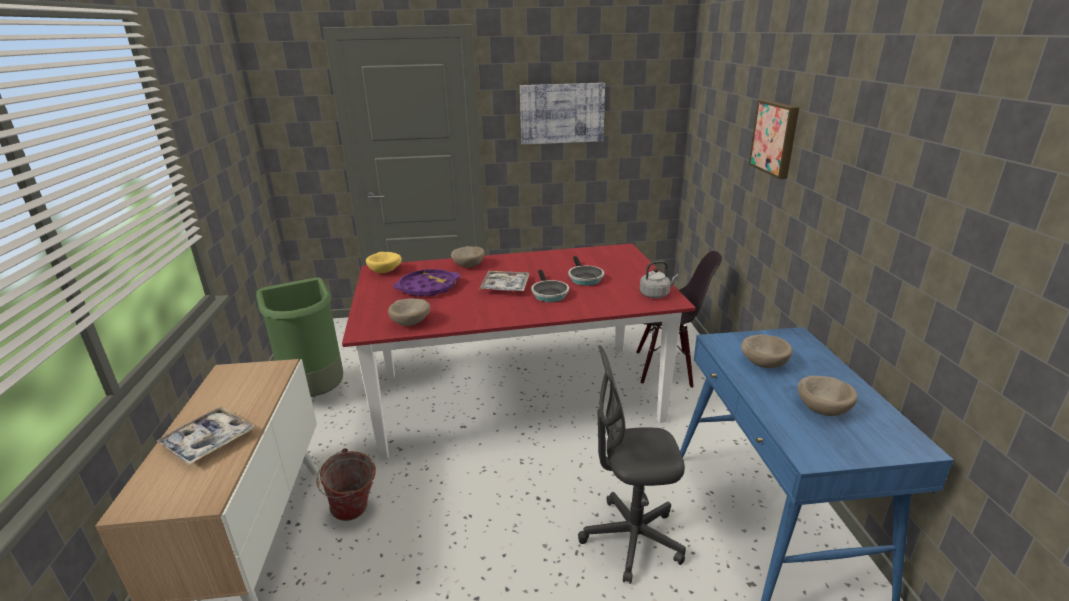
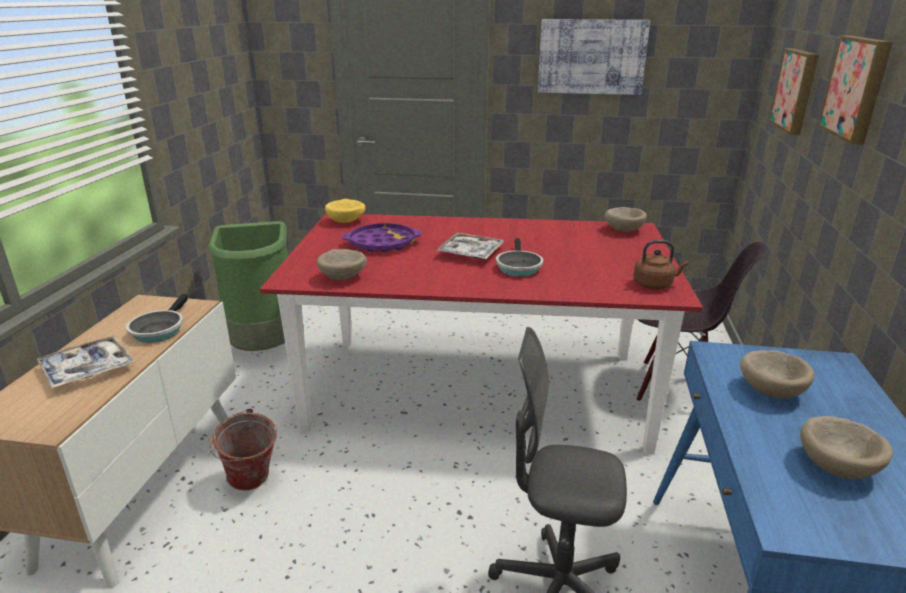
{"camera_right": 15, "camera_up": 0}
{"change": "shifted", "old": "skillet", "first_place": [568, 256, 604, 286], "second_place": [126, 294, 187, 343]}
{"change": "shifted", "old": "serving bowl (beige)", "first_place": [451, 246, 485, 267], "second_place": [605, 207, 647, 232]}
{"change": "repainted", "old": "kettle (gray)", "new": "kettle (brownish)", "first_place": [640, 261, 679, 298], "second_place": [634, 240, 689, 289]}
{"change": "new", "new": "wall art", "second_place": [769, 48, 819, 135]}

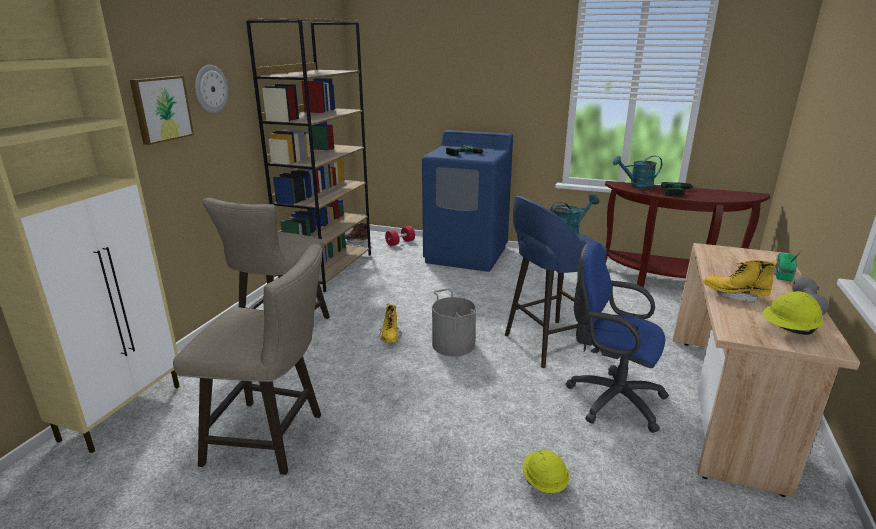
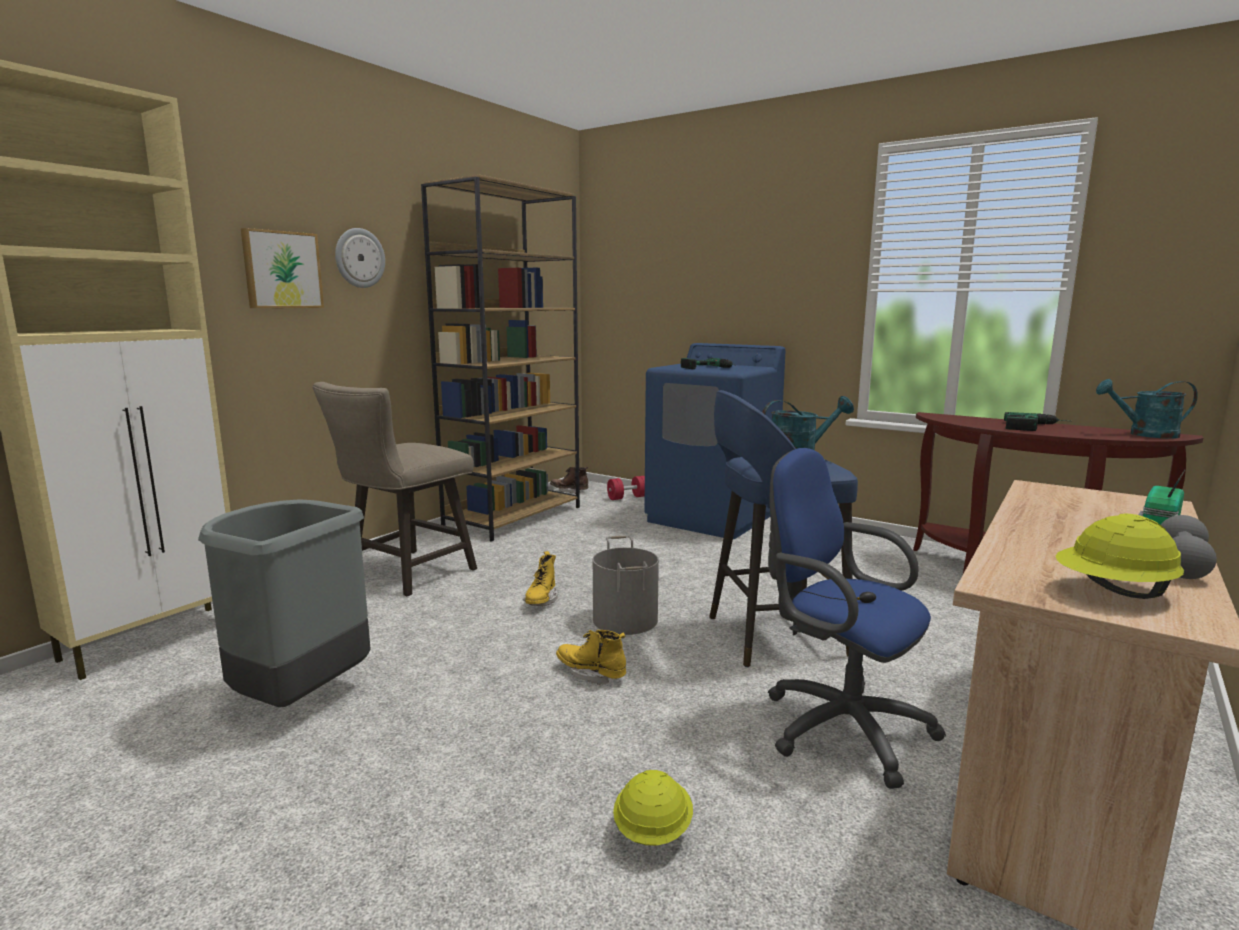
{"camera_right": 15, "camera_up": -10}
{"change": "swapped", "old": "stool (beige)", "new": "trash can (gray)", "first_place": [173, 244, 322, 475], "second_place": [198, 499, 371, 707]}
{"change": "shifted", "old": "high-top boot (yellow-coloured)", "first_place": [703, 260, 778, 303], "second_place": [556, 630, 626, 686]}
{"change": "shifted", "old": "watering pot (turquoise-coloured)", "first_place": [613, 156, 662, 189], "second_place": [1096, 379, 1198, 439]}

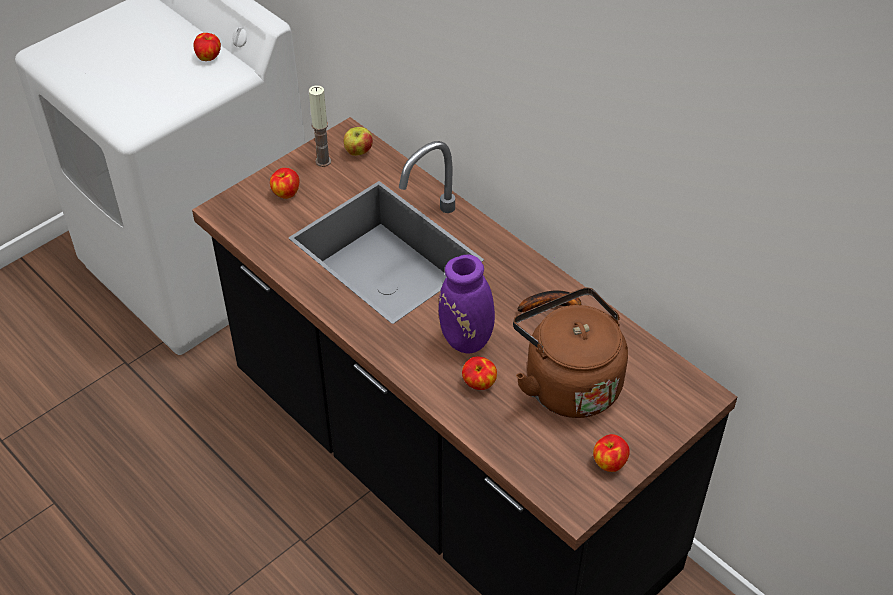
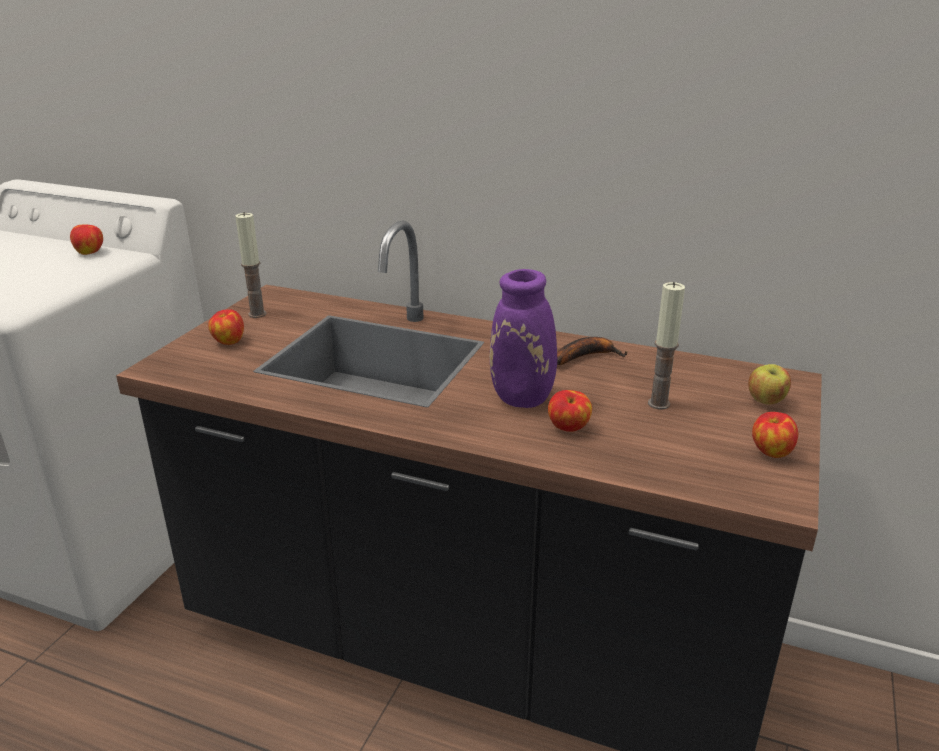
{"camera_right": -25, "camera_up": -20}
{"change": "swapped", "old": "kettle (brownish)", "new": "wax light", "first_place": [513, 288, 628, 418], "second_place": [648, 282, 685, 410]}
{"change": "shifted", "old": "apple", "first_place": [344, 127, 373, 156], "second_place": [748, 364, 791, 405]}

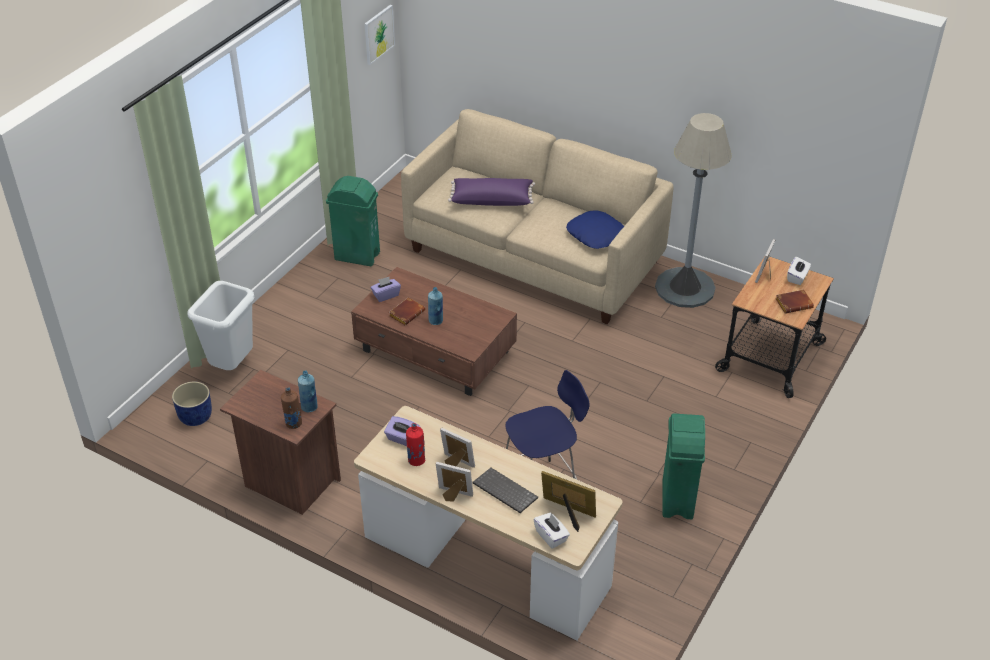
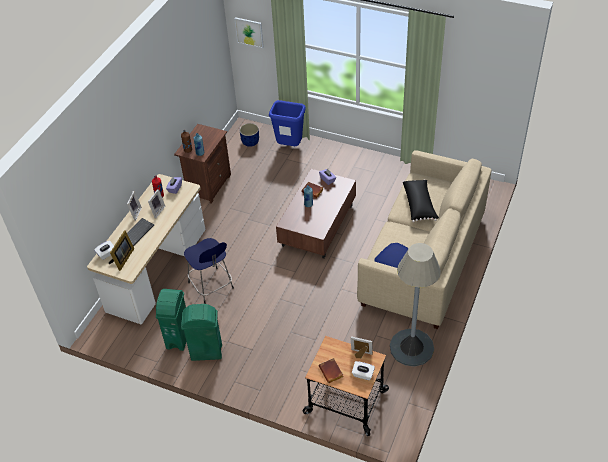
{"camera_right": 85, "camera_up": 5}
{"change": "shifted", "old": "trash can (green)", "first_place": [326, 176, 380, 266], "second_place": [156, 289, 186, 351]}
{"change": "shifted", "old": "wall art", "first_place": [365, 5, 395, 65], "second_place": [234, 17, 264, 48]}
{"change": "repainted", "old": "trash can (white)", "new": "trash can (blue-coloured)", "first_place": [187, 281, 255, 370], "second_place": [269, 100, 306, 146]}
{"change": "repainted", "old": "pillow (purple-coloured)", "new": "pillow (blackish)", "first_place": [448, 178, 535, 206], "second_place": [403, 179, 439, 222]}

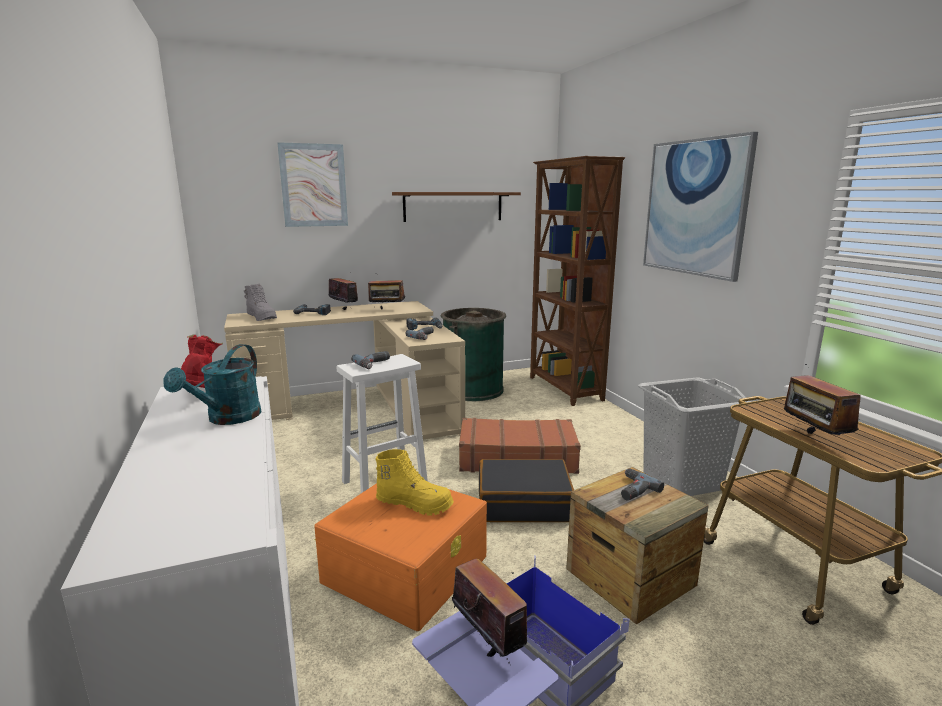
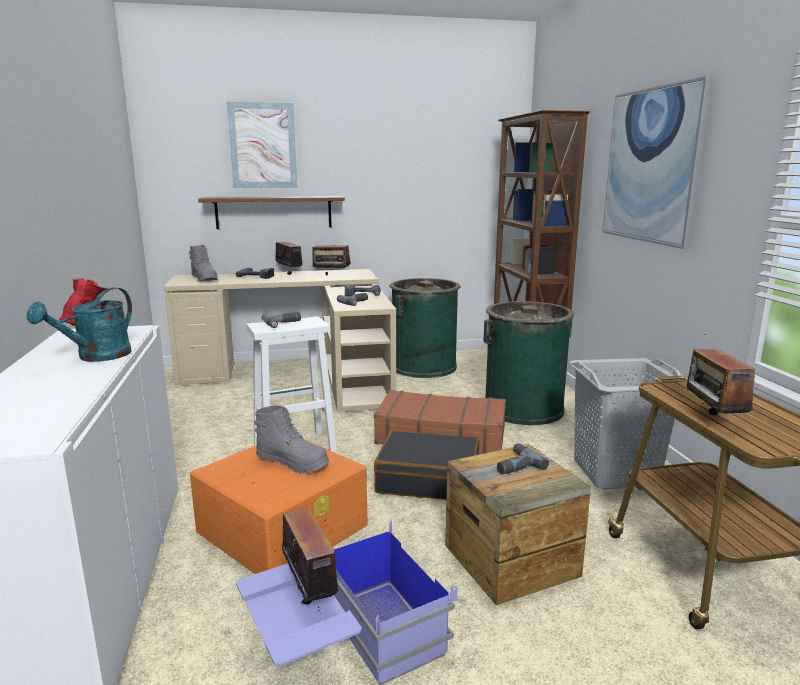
{"camera_right": 10, "camera_up": 0}
{"change": "shifted", "old": "bracket shelf (brownish)", "first_place": [392, 192, 521, 222], "second_place": [198, 196, 345, 229]}
{"change": "repainted", "old": "high-top boot (yellow-coloured)", "new": "high-top boot (gray)", "first_place": [376, 449, 454, 516], "second_place": [254, 406, 329, 474]}
{"change": "new", "new": "trash can (green)", "second_place": [483, 301, 574, 425]}

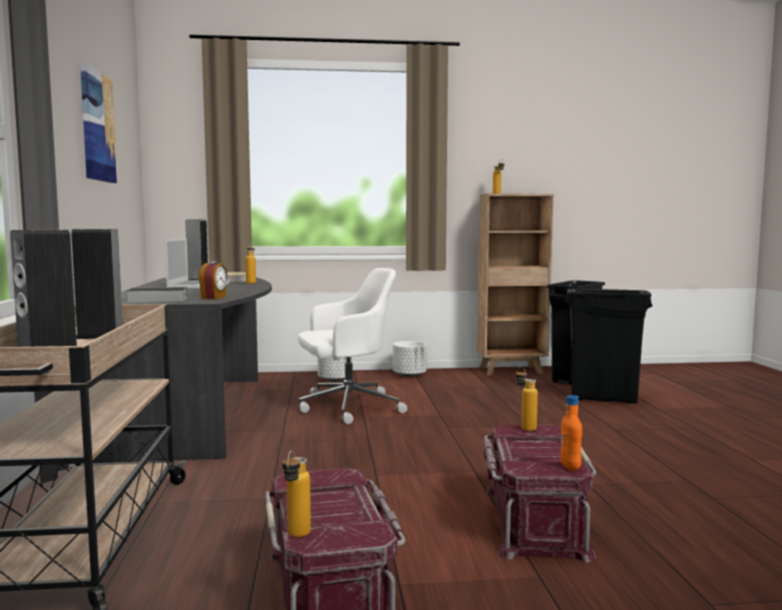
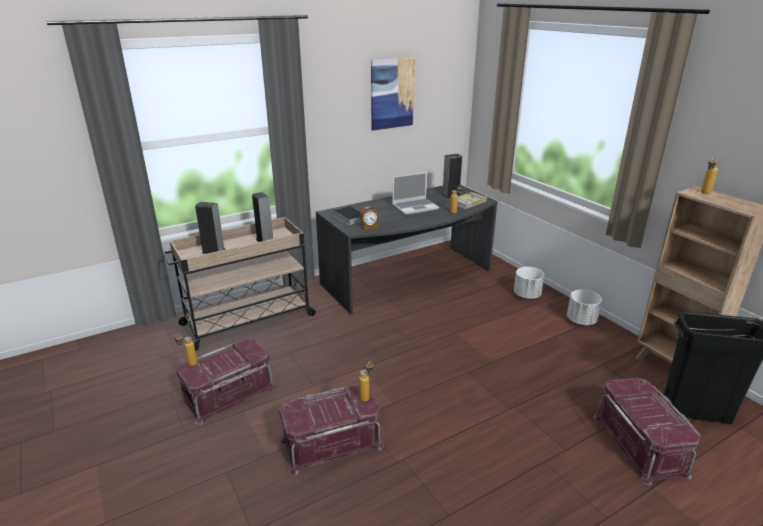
{"camera_right": 65, "camera_up": 20}
{"change": "swapped", "old": "trash can (blackish)", "new": "storage container (reddish)", "first_place": [566, 289, 653, 404], "second_place": [593, 377, 700, 486]}
{"change": "gone", "old": "desk chair (white)", "first_place": [298, 268, 407, 424]}
{"change": "gone", "old": "bottle (orangey)", "first_place": [560, 395, 582, 471]}

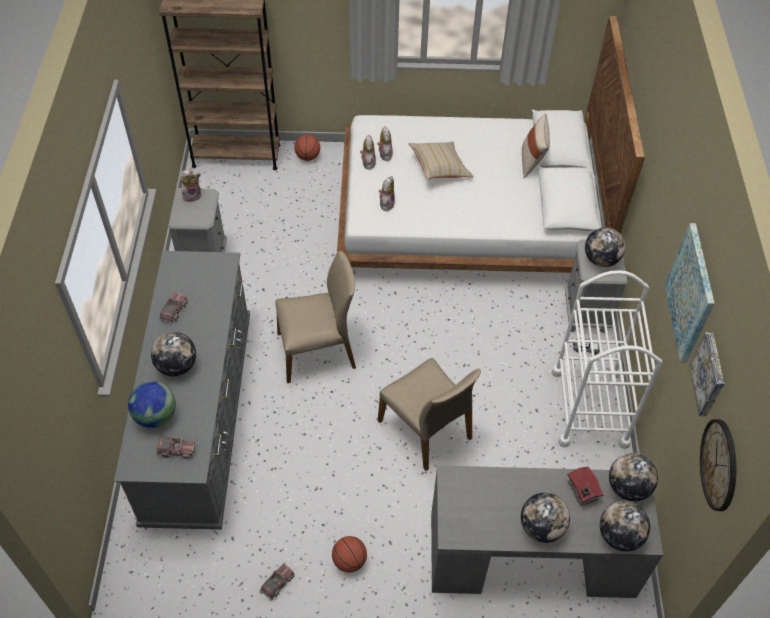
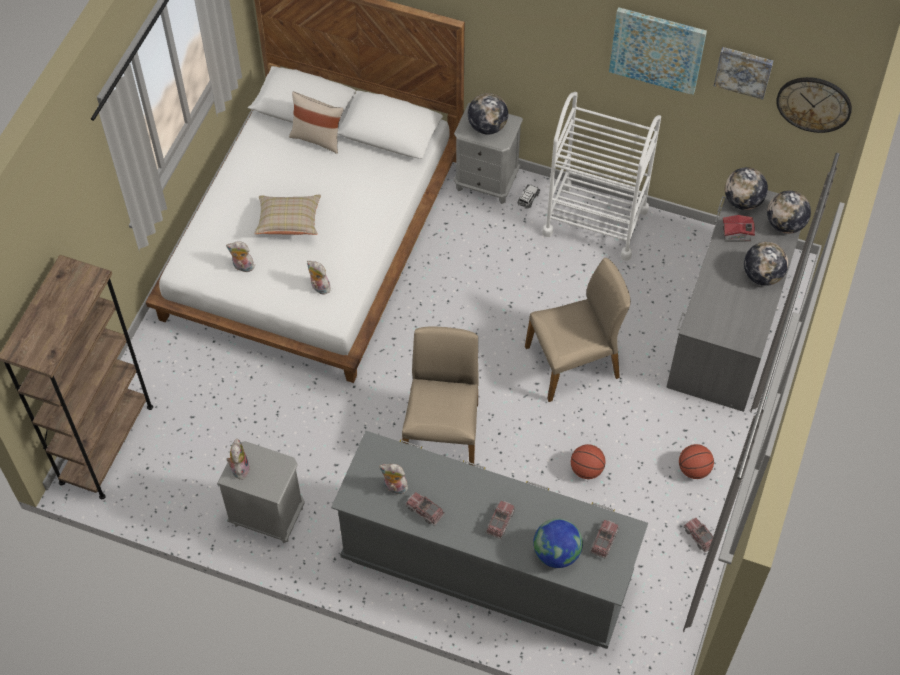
{"camera_right": -70, "camera_up": 5}
{"change": "shifted", "old": "cuddly toy", "first_place": [360, 135, 376, 170], "second_place": [379, 464, 408, 494]}
{"change": "swapped", "old": "globe", "new": "toy lorry", "first_place": [151, 332, 196, 376], "second_place": [485, 501, 515, 539]}
{"change": "shifted", "old": "basketball", "first_place": [294, 135, 320, 161], "second_place": [571, 444, 605, 479]}

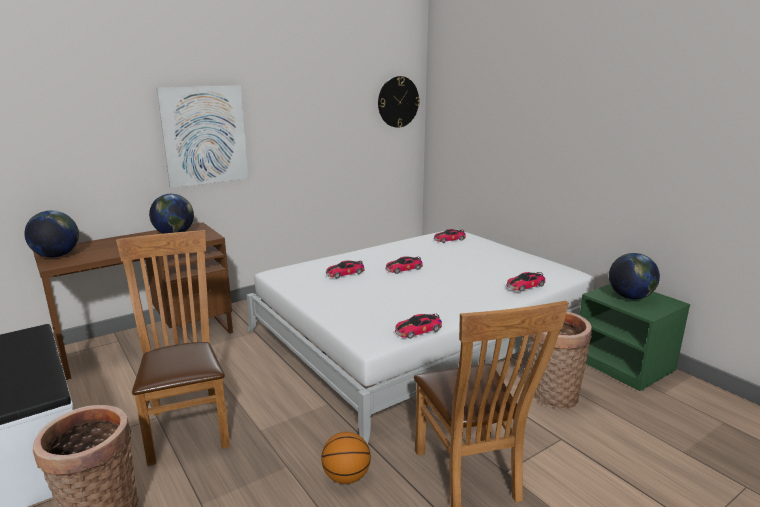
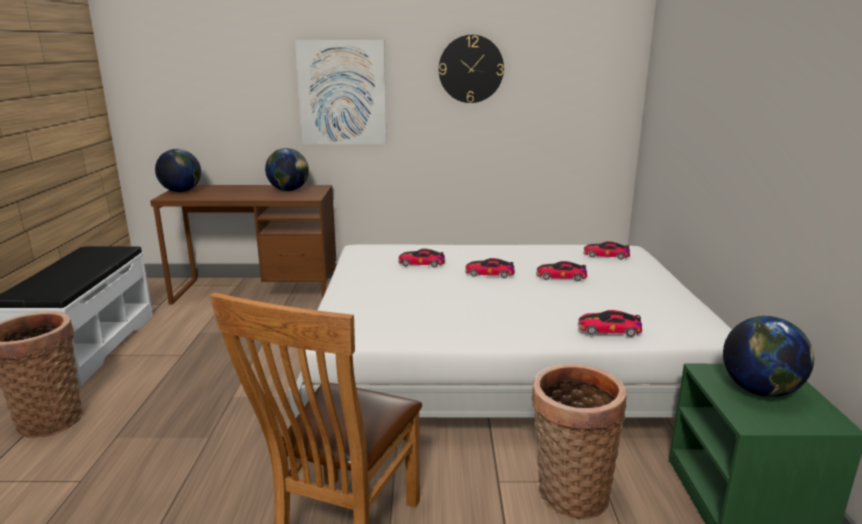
{"camera_right": 35, "camera_up": 0}
{"change": "shifted", "old": "hanging clock", "first_place": [378, 76, 420, 128], "second_place": [439, 35, 504, 103]}
{"change": "shifted", "old": "model car", "first_place": [395, 314, 442, 339], "second_place": [536, 261, 587, 281]}
{"change": "gone", "old": "upright chair (brownish)", "first_place": [116, 230, 230, 466]}
{"change": "gone", "old": "basketball", "first_place": [321, 432, 371, 484]}

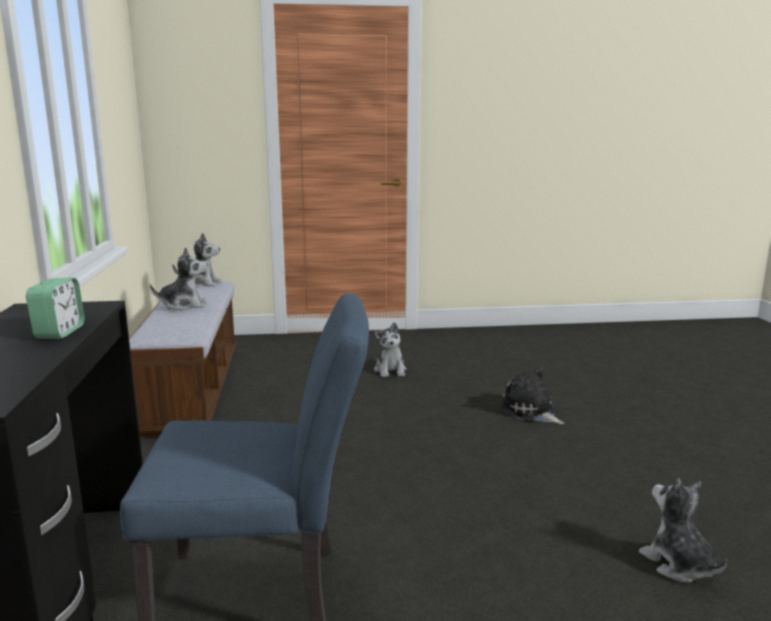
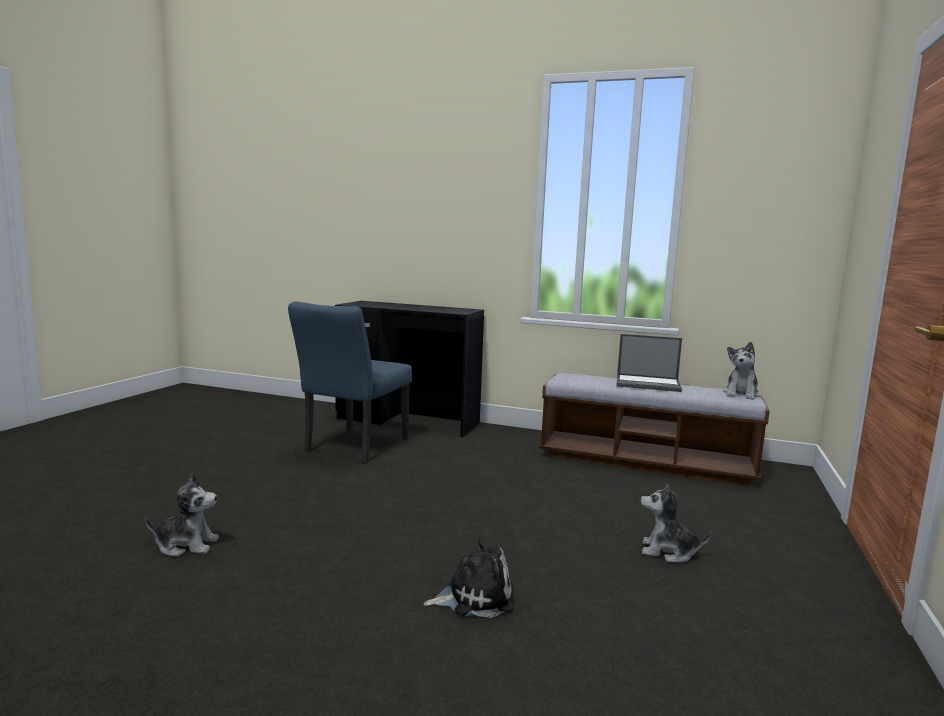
{"camera_right": 115, "camera_up": -5}
{"change": "swapped", "old": "cuddly toy", "new": "notebook computer", "first_place": [150, 247, 207, 310], "second_place": [616, 334, 682, 392]}
{"change": "gone", "old": "bedside clock", "first_place": [26, 278, 84, 339]}

